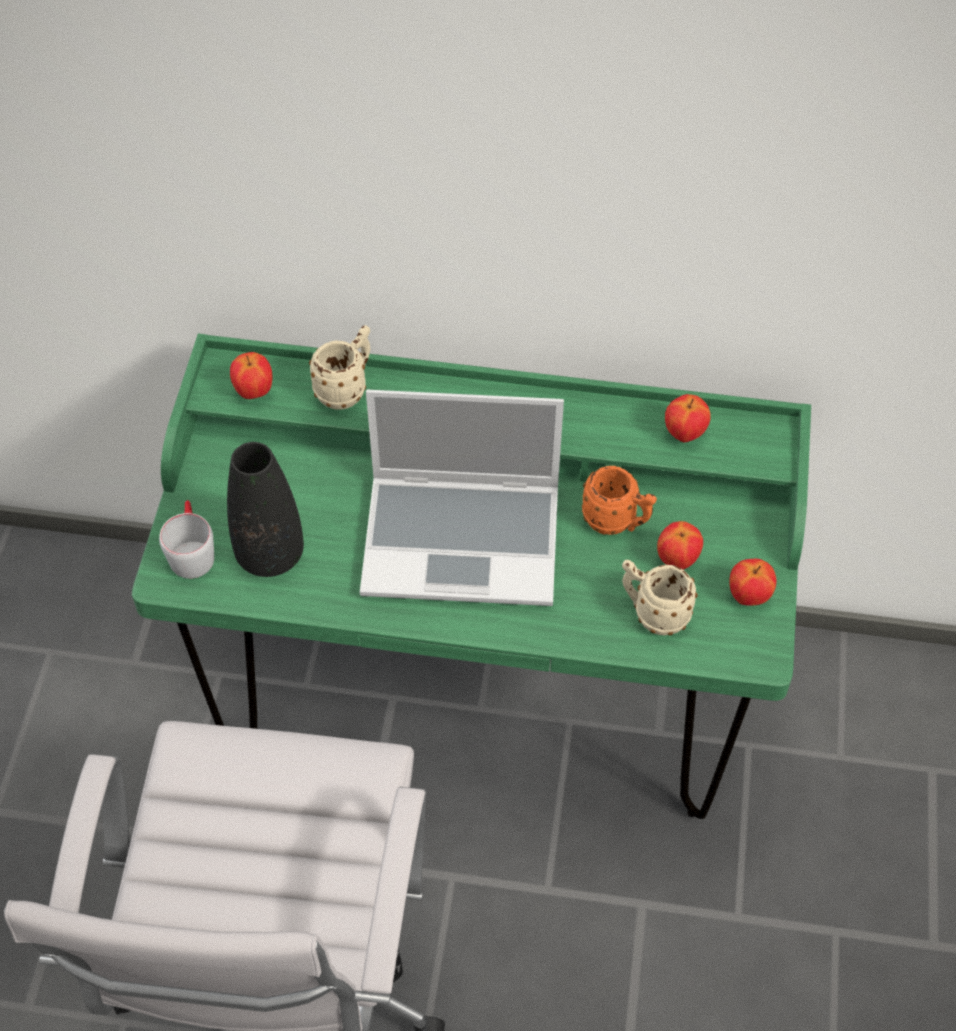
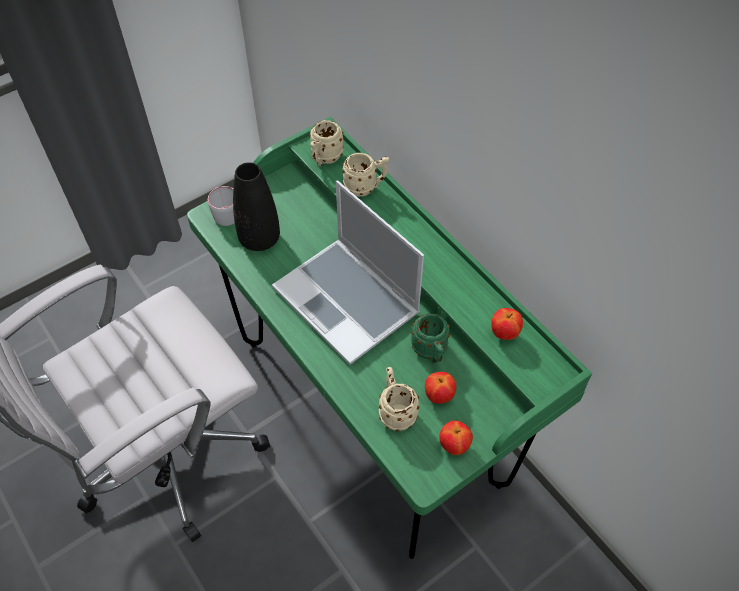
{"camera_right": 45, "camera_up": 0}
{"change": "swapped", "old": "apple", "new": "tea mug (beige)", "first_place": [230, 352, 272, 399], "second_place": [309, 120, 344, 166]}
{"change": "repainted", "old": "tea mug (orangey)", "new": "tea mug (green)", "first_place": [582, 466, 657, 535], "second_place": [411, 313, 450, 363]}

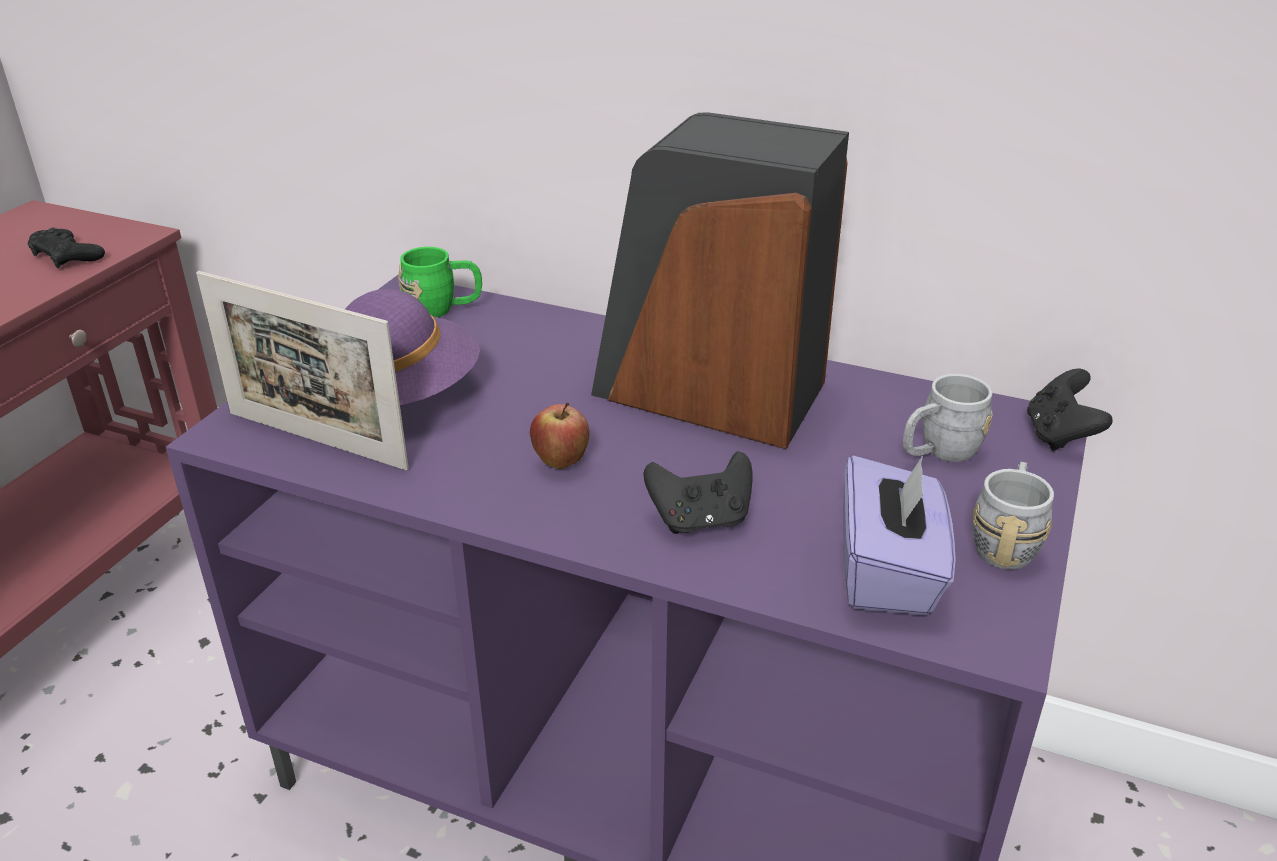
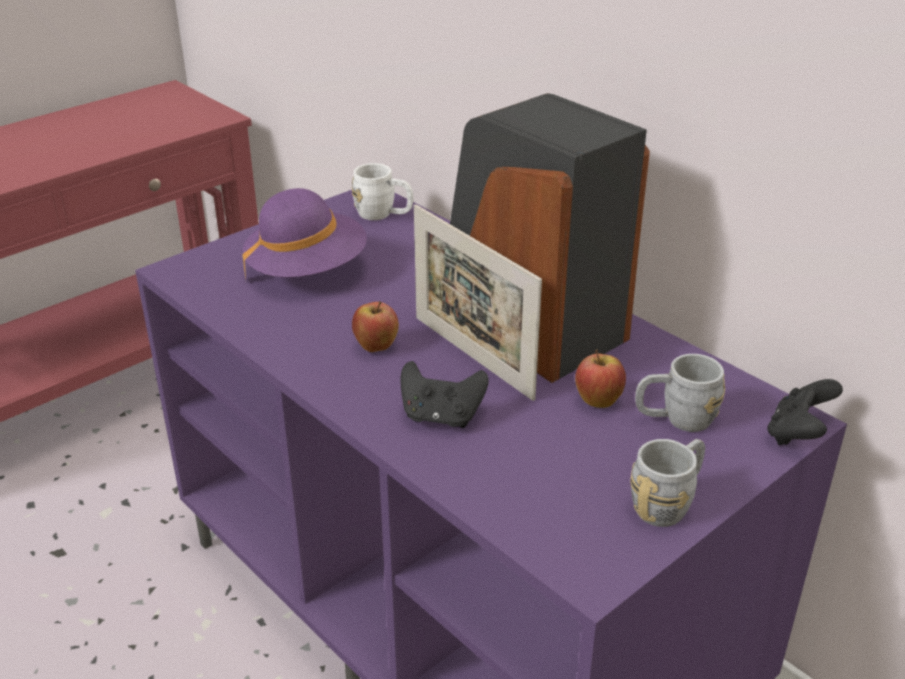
{"camera_right": 25, "camera_up": 0}
{"change": "repainted", "old": "tea mug (green)", "new": "tea mug (white)", "first_place": [398, 247, 482, 317], "second_place": [352, 163, 413, 220]}
{"change": "shifted", "old": "photo frame", "first_place": [196, 271, 409, 471], "second_place": [414, 204, 542, 401]}
{"change": "new", "new": "apple", "second_place": [575, 349, 626, 408]}
{"change": "gone", "old": "joypad (blackish)", "first_place": [27, 227, 105, 268]}
{"change": "gone", "old": "box of tissues (purple-coloured)", "first_place": [843, 455, 956, 615]}

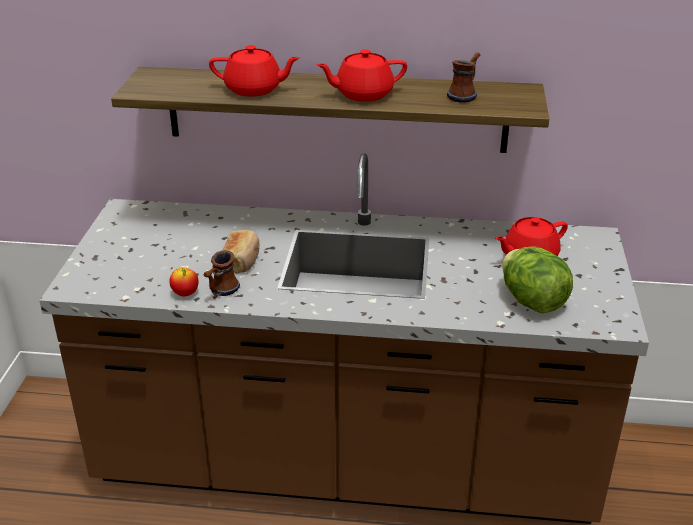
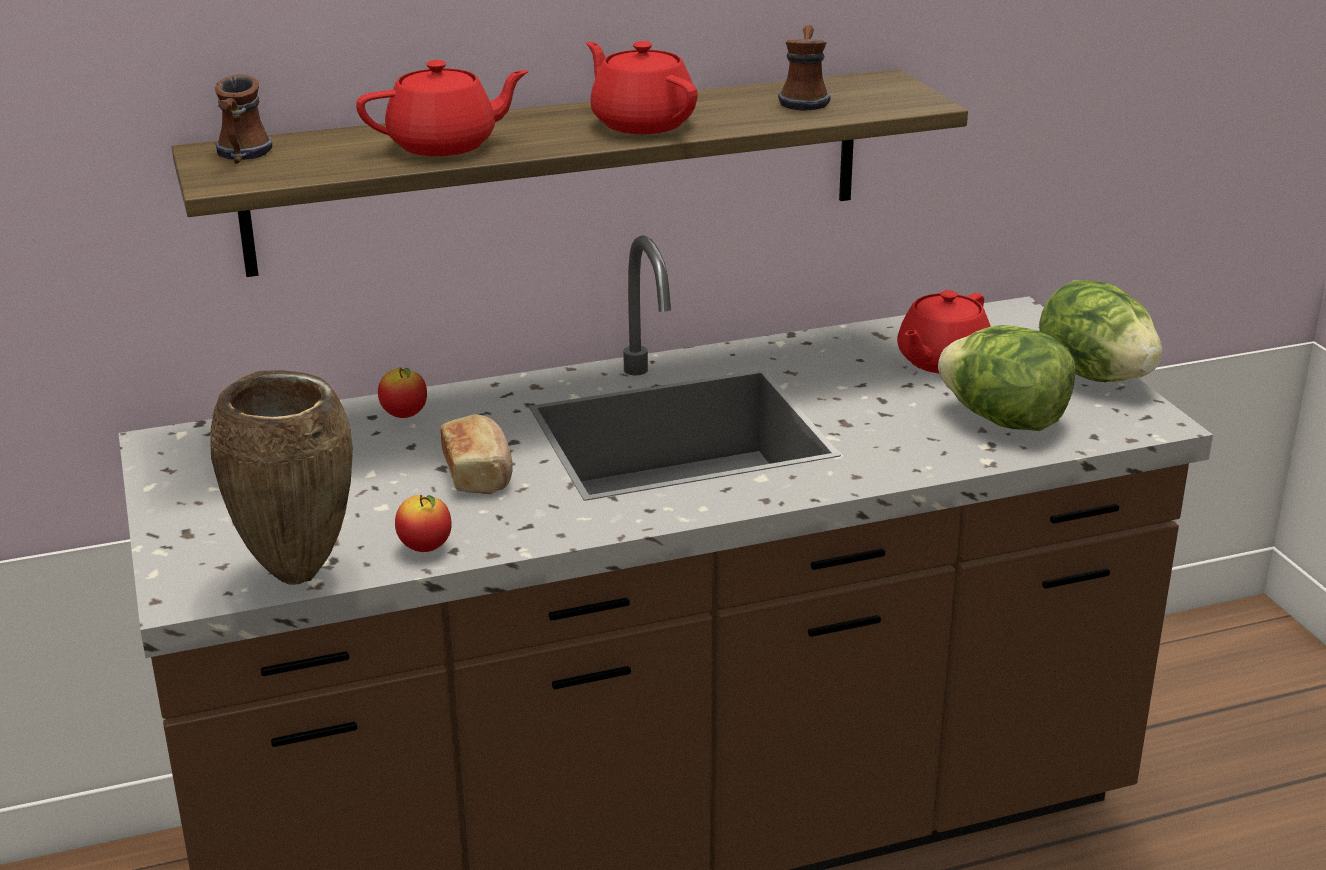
{"camera_right": -25, "camera_up": -5}
{"change": "new", "new": "flower vase (brownish)", "second_place": [210, 370, 353, 585]}
{"change": "shifted", "old": "tea mug", "first_place": [203, 250, 240, 299], "second_place": [214, 74, 272, 164]}
{"change": "new", "new": "apple", "second_place": [378, 367, 427, 418]}
{"change": "rotated", "old": "pot for tea (reddish)", "first_place": [316, 49, 407, 102], "second_place": [586, 41, 698, 134], "degrees": 90}
{"change": "new", "new": "head of lettuce", "second_place": [1039, 280, 1162, 382]}

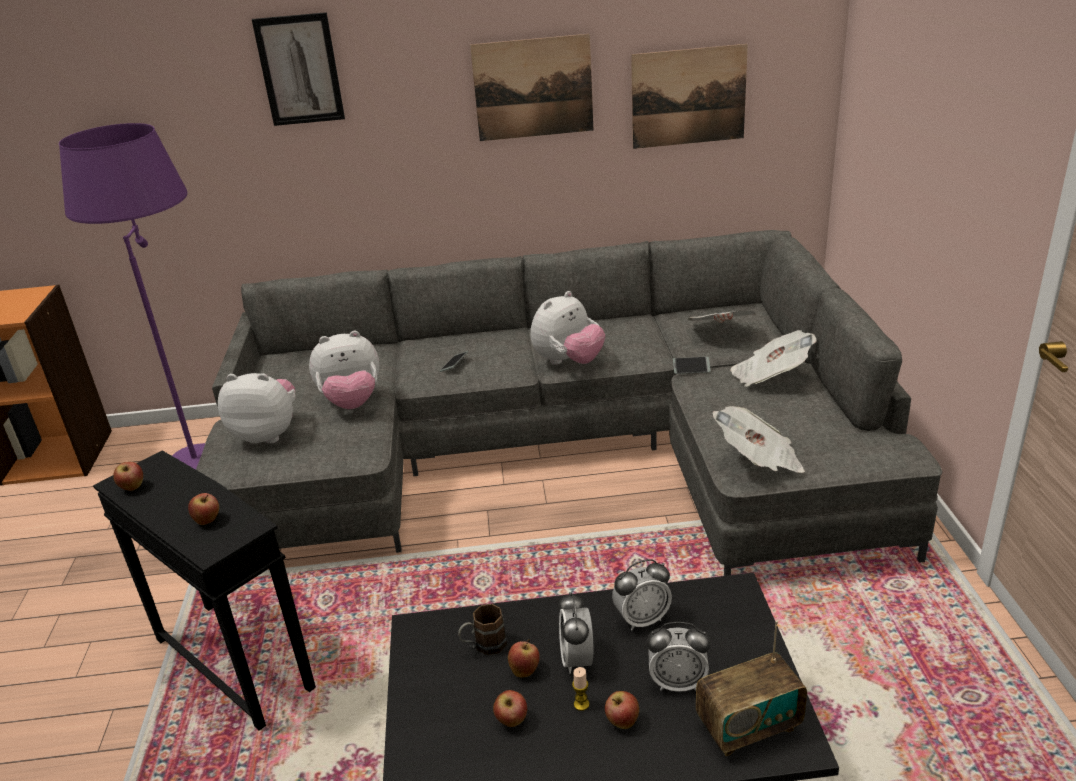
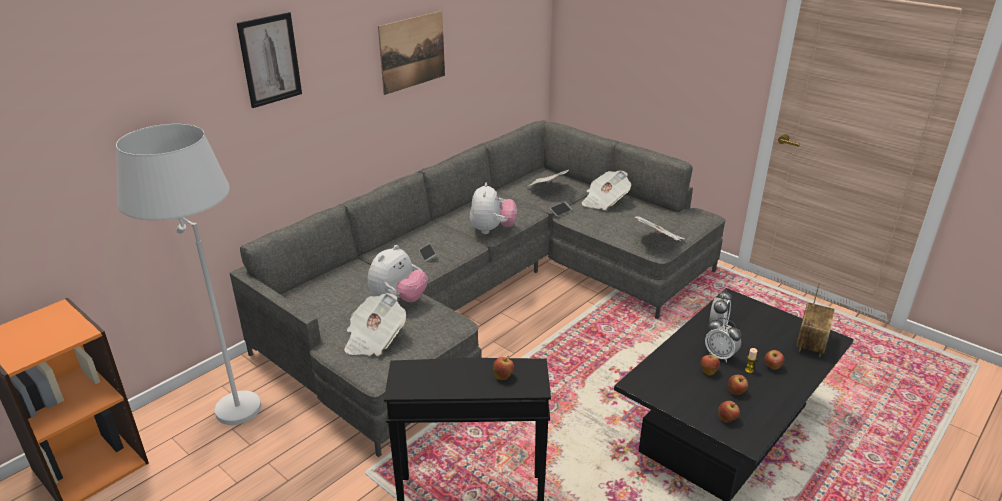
{"camera_right": -45, "camera_up": 0}
{"change": "repainted", "old": "floor lamp (purple-coloured)", "new": "floor lamp (white)", "first_place": [59, 123, 205, 470], "second_place": [116, 124, 261, 425]}
{"change": "swapped", "old": "cuddly toy", "new": "printed paper", "first_place": [218, 373, 295, 444], "second_place": [344, 293, 406, 356]}
{"change": "shifted", "old": "apple", "first_place": [113, 462, 143, 491], "second_place": [718, 401, 740, 423]}
{"change": "gone", "old": "tea mug (brownish)", "first_place": [458, 604, 507, 655]}
{"change": "gone", "old": "wall art", "first_place": [631, 44, 748, 149]}
{"change": "gone", "old": "bedside clock", "first_place": [646, 622, 711, 692]}

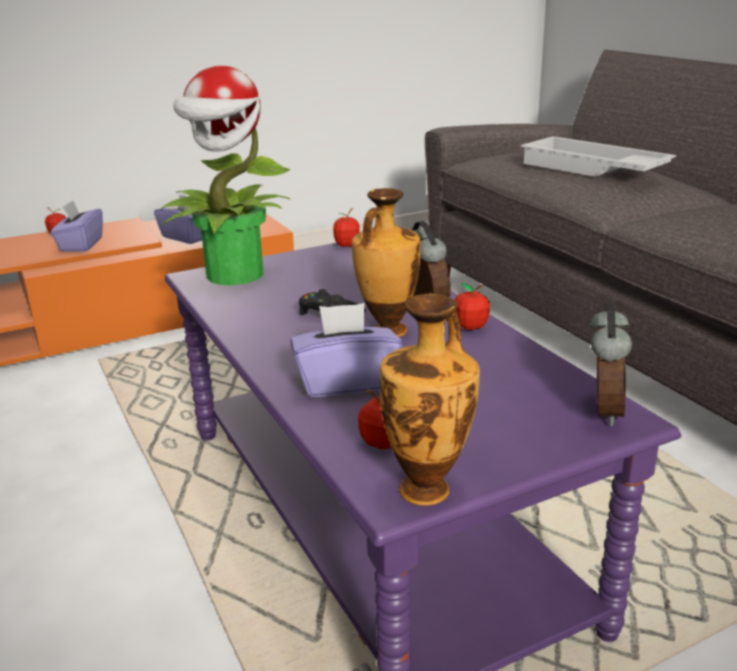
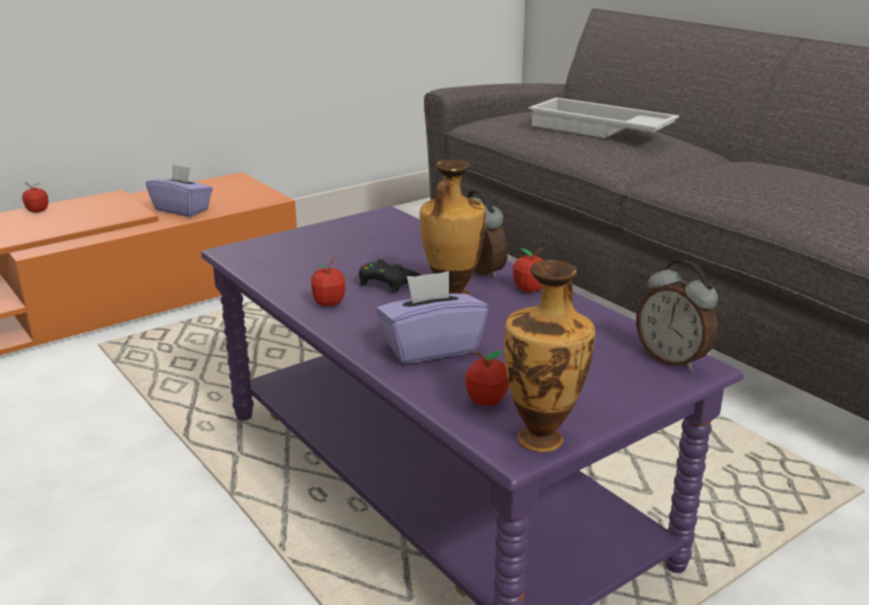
{"camera_right": -10, "camera_up": 0}
{"change": "shifted", "old": "apple", "first_place": [333, 208, 360, 247], "second_place": [311, 257, 345, 307]}
{"change": "rotated", "old": "bedside clock", "first_place": [590, 302, 632, 426], "second_place": [636, 260, 718, 371], "degrees": 135}
{"change": "gone", "old": "box of tissues (purple-coloured)", "first_place": [51, 200, 103, 252]}
{"change": "gone", "old": "houseplant", "first_place": [160, 65, 290, 285]}

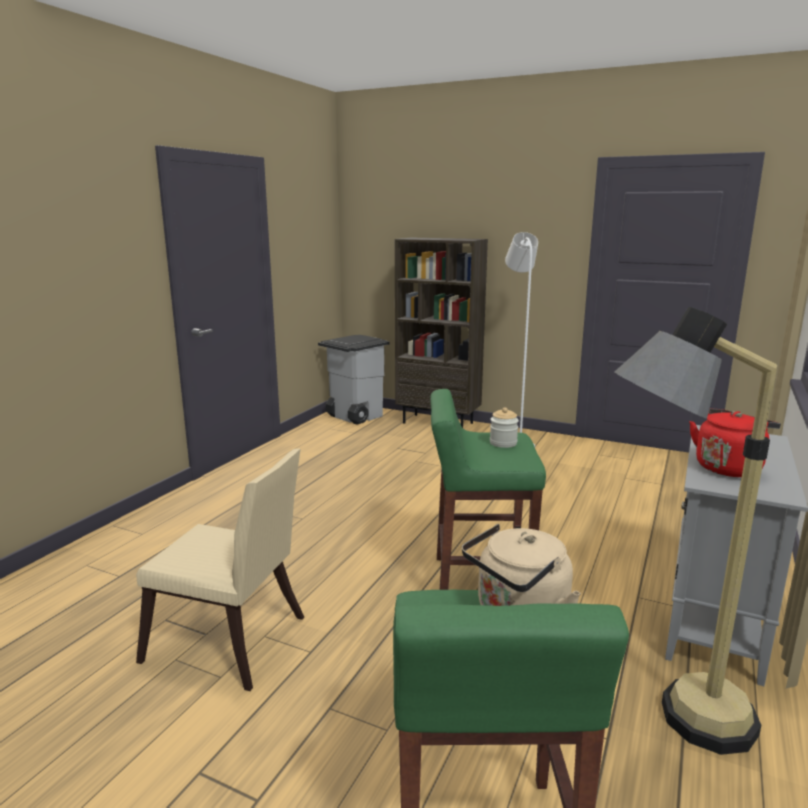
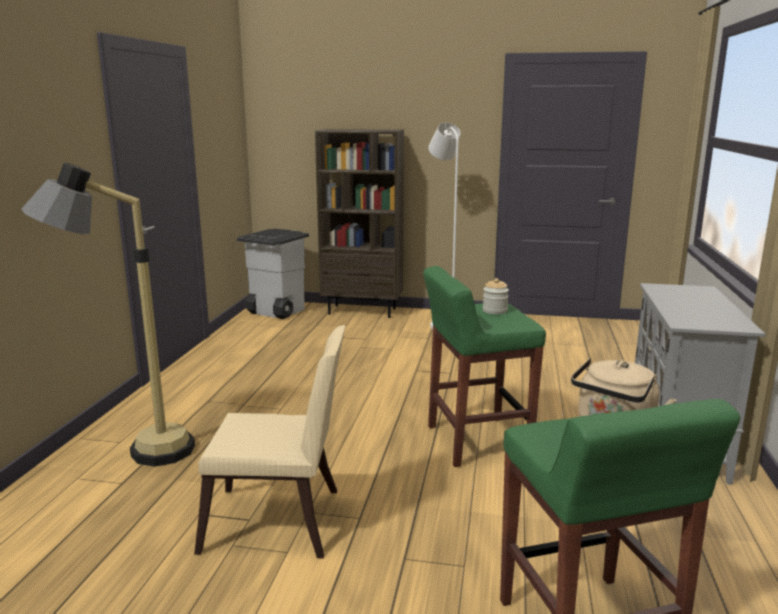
{"camera_right": -15, "camera_up": 0}
{"change": "shifted", "old": "floor lamp", "first_place": [615, 307, 777, 755], "second_place": [21, 162, 195, 467]}
{"change": "gone", "old": "kettle (reddish)", "first_place": [689, 409, 781, 477]}

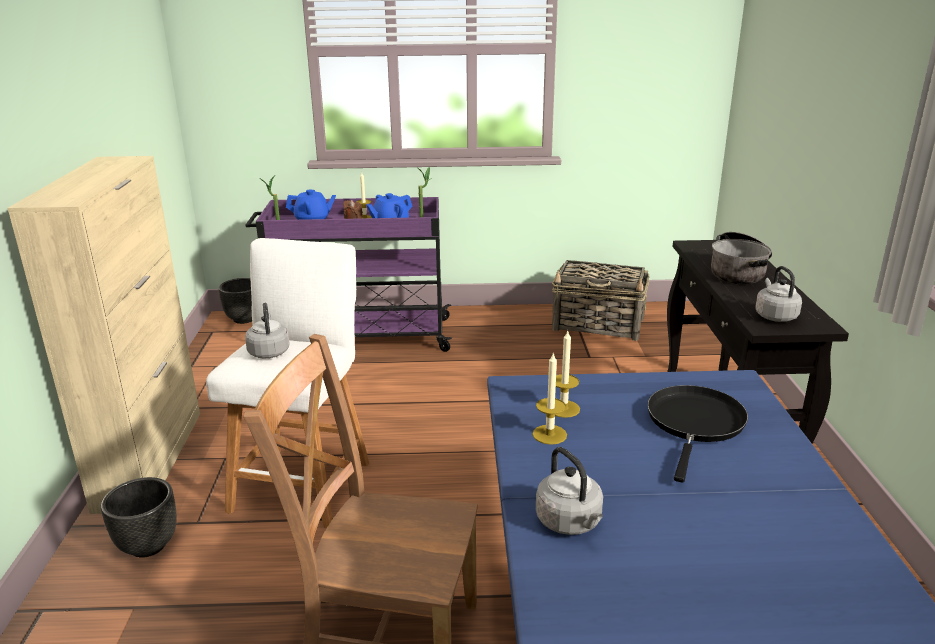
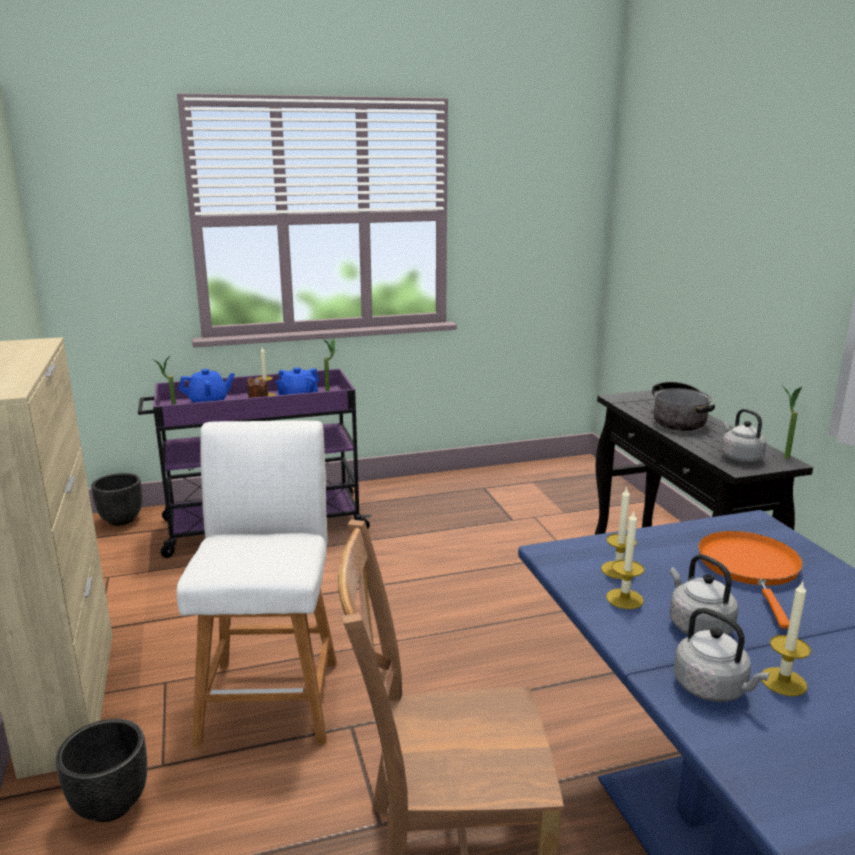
{"camera_right": -15, "camera_up": -5}
{"change": "shifted", "old": "kettle (gray)", "first_place": [245, 303, 290, 358], "second_place": [670, 554, 738, 635]}
{"change": "repainted", "old": "skillet (blackish)", "new": "skillet (orangey)", "first_place": [647, 385, 748, 483], "second_place": [698, 531, 803, 629]}
{"change": "new", "new": "wax light", "second_place": [761, 581, 811, 696]}
{"change": "new", "new": "houseplant", "second_place": [782, 385, 802, 459]}
{"change": "gone", "old": "household basket", "first_place": [552, 260, 650, 341]}

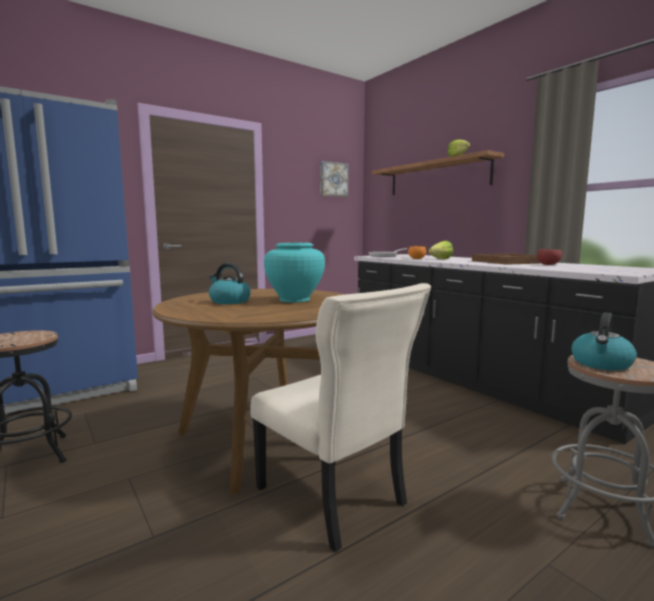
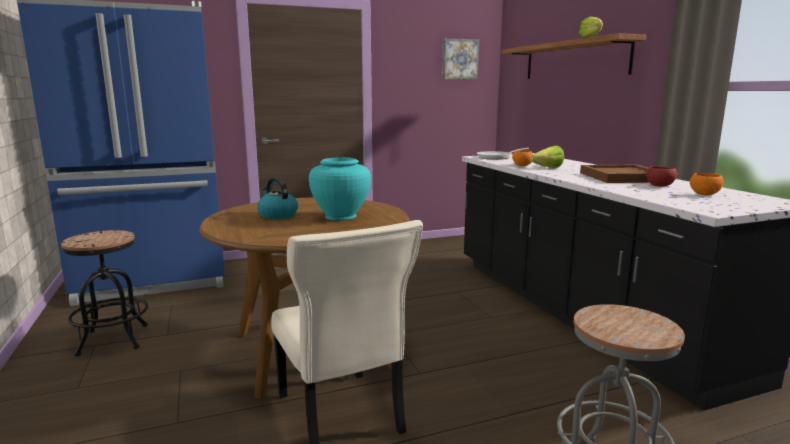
{"camera_right": 15, "camera_up": 5}
{"change": "new", "new": "serving bowl (orangey)", "second_place": [690, 173, 723, 196]}
{"change": "gone", "old": "kettle", "first_place": [571, 312, 637, 371]}

